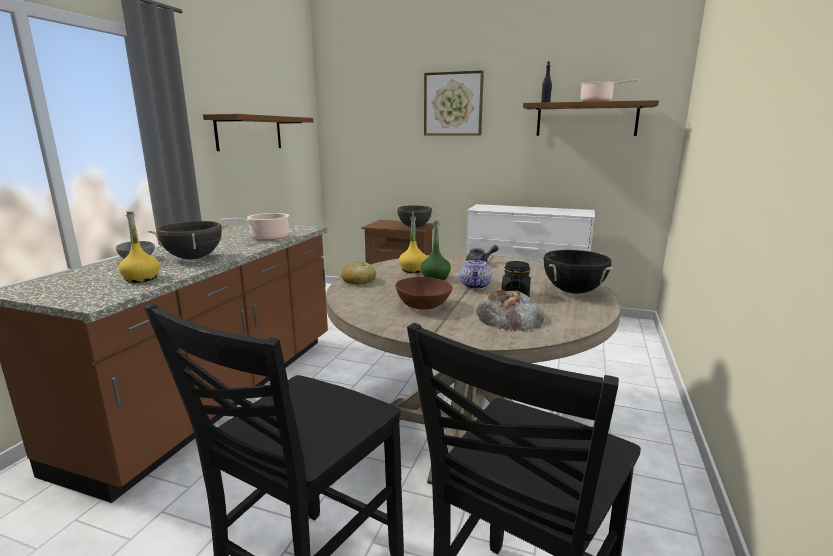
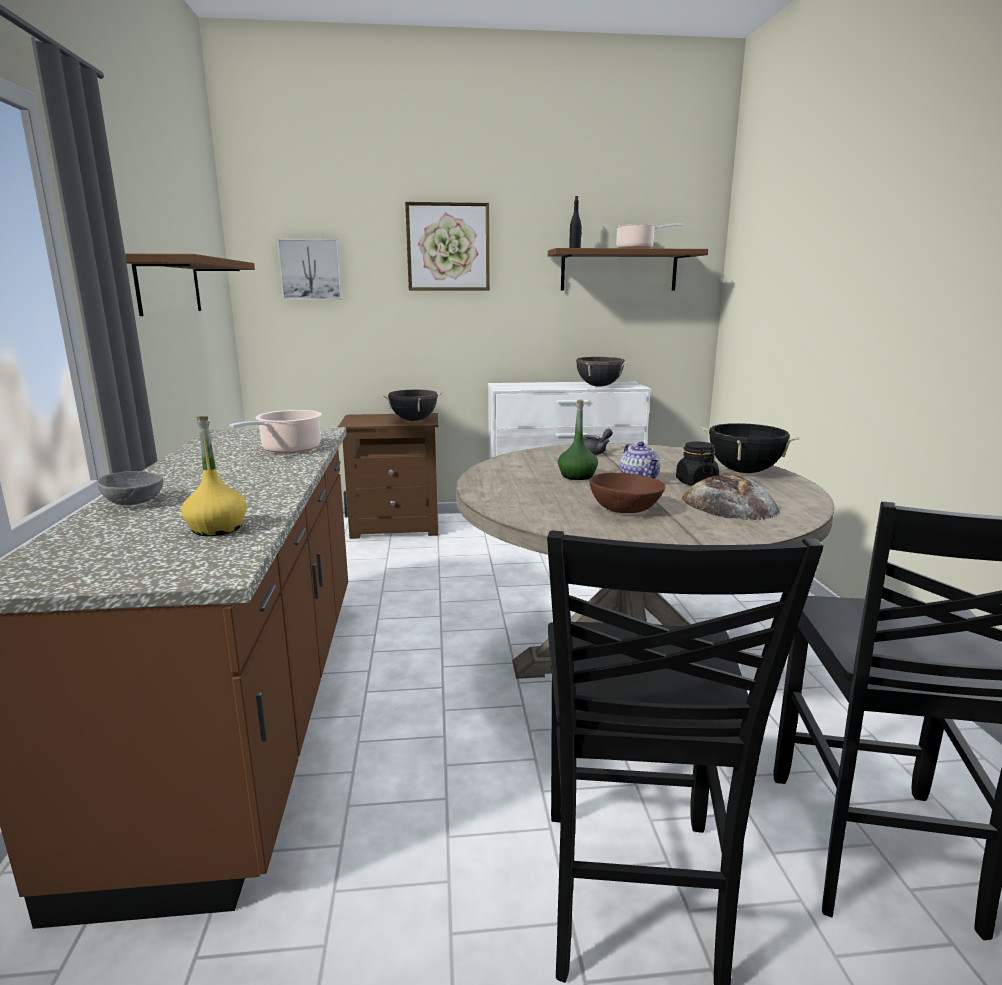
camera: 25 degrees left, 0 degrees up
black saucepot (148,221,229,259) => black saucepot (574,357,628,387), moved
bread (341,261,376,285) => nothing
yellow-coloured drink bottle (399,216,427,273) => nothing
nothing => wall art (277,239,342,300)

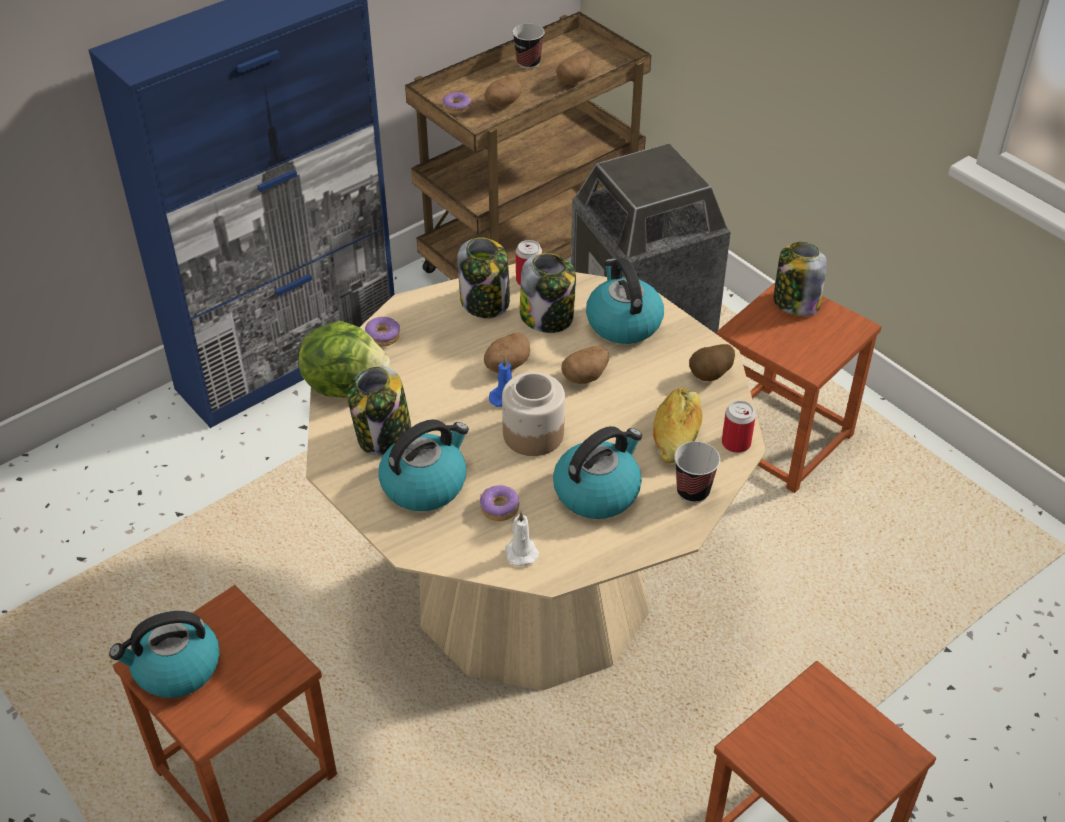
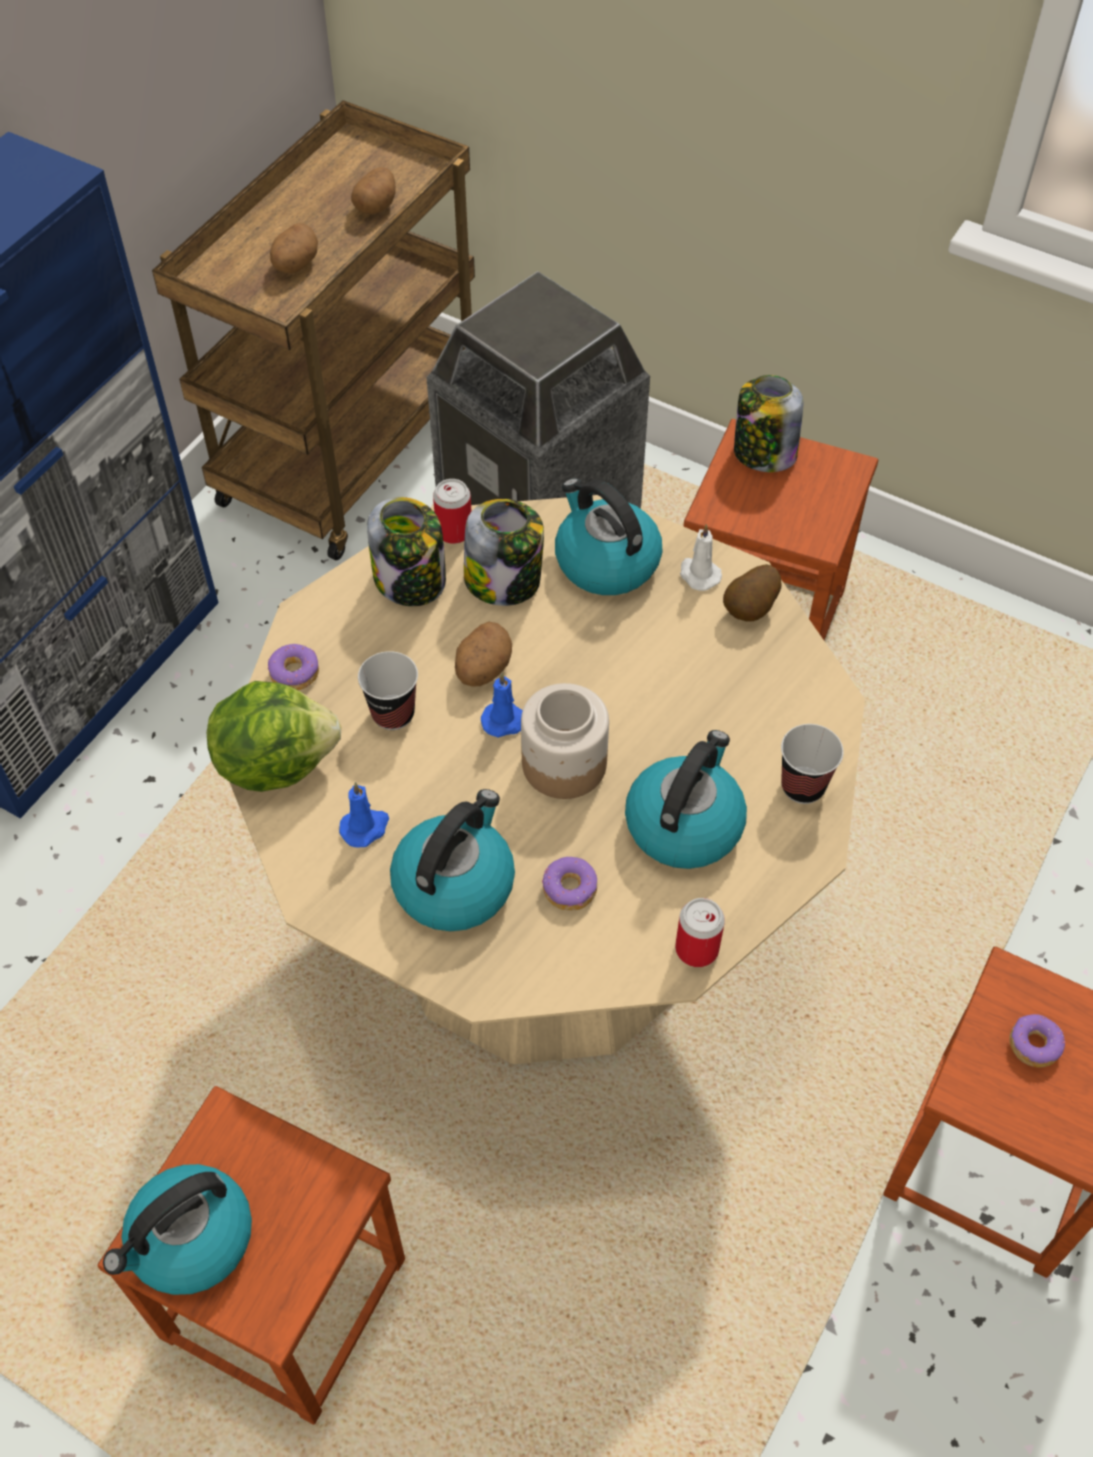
camera: 20 degrees left, 10 degrees up
storage jar (347,367,411,455) => blue-coloured wax candle (339,782,389,848)
donut (442,92,471,114) => donut (1009,1014,1065,1068), moved
white-coloured wax candle (505,511,539,566) => white-coloured wax candle (680,524,722,591), moved
drinking cup (512,23,545,69) => drinking cup (358,651,418,730), moved
spud (562,346,609,384) => nothing
bread (653,387,702,464) => nothing
can (722,401,756,453) => can (675,898,725,967), moved

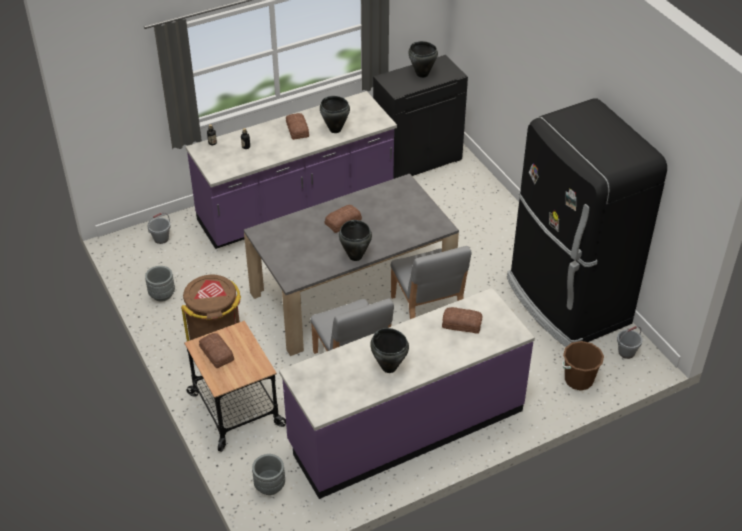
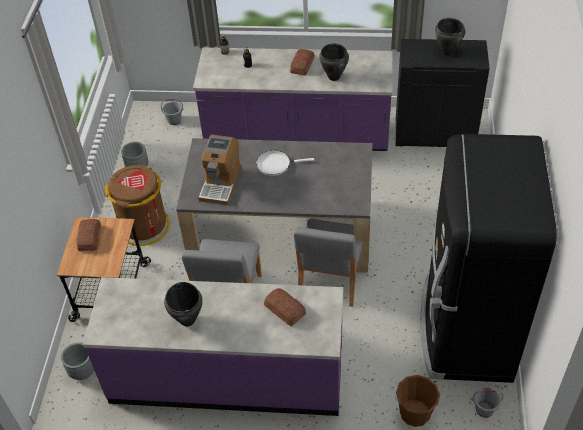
camera: 35 degrees right, 5 degrees up
bread (325,205,362,233) => white-coloured pan (256,151,314,176)
black saucepot (339,220,372,261) => nothing
nothing => coffee brewer (198,135,241,205)

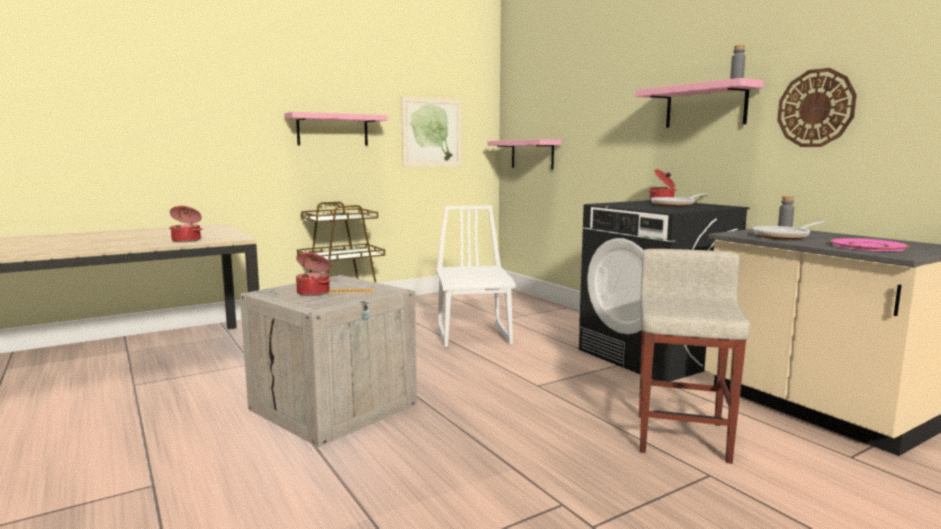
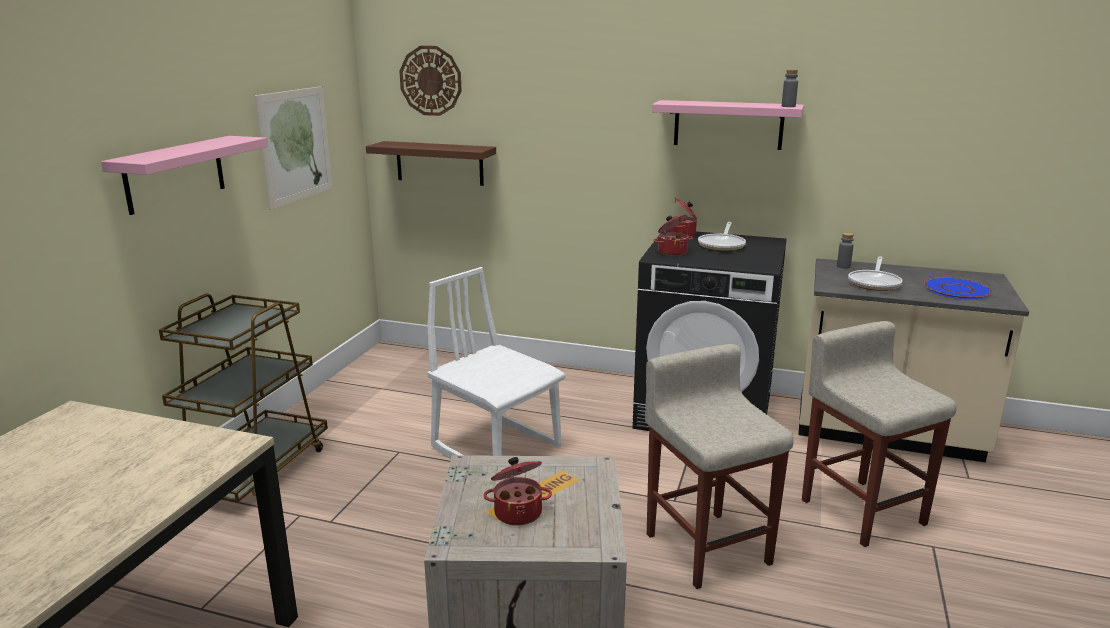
camera: 40 degrees left, 10 degrees up
saucepot (169,206,202,242) => saucepot (653,214,693,256), moved
pink wall shelf (488,140,561,169) => brownish wall shelf (366,141,496,186)
hanging clock (777,68,857,147) => hanging clock (399,46,462,116), moved
pink dinner plate (829,238,910,251) => blue-coloured dinner plate (924,277,992,299)
nothing => sand-coloured sitting stool (645,344,794,589)

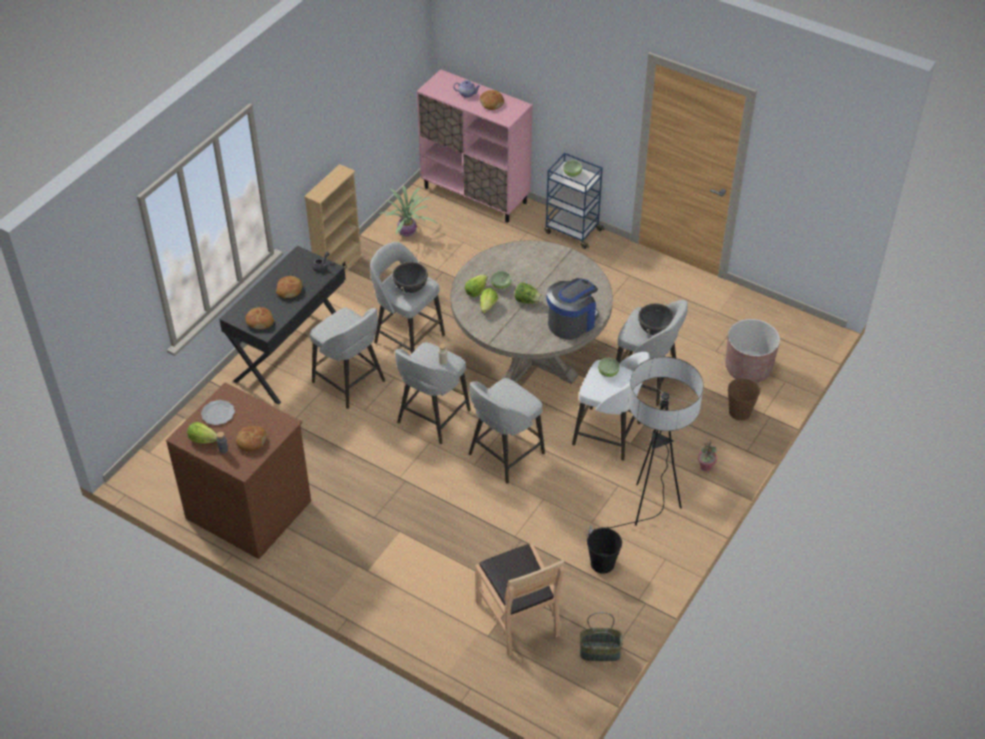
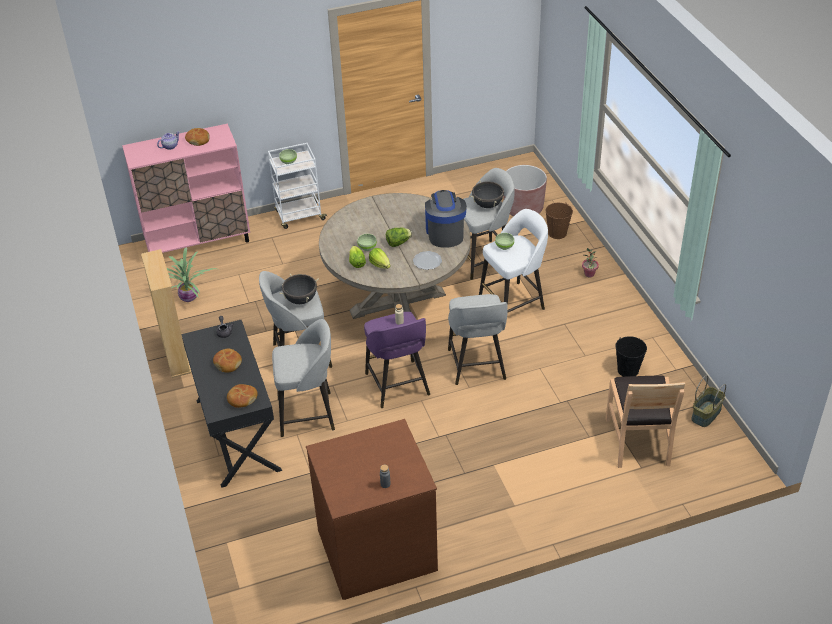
camera: 50 degrees left, 5 degrees down
head of lettuce (187,422,217,444) => nothing
dinner plate (201,400,235,425) => dinner plate (413,251,442,270), moved
bread (236,426,267,451) => nothing
gray sitting stool (395,342,471,444) => purple-coloured sitting stool (364,312,430,408)
brownish chair (475,544,565,656) => brownish chair (605,376,685,468), 75 degrees clockwise
blue-coloured trolley (544,153,605,249) => white-coloured trolley (268,143,328,229)
floor lamp (585,357,704,535) => nothing

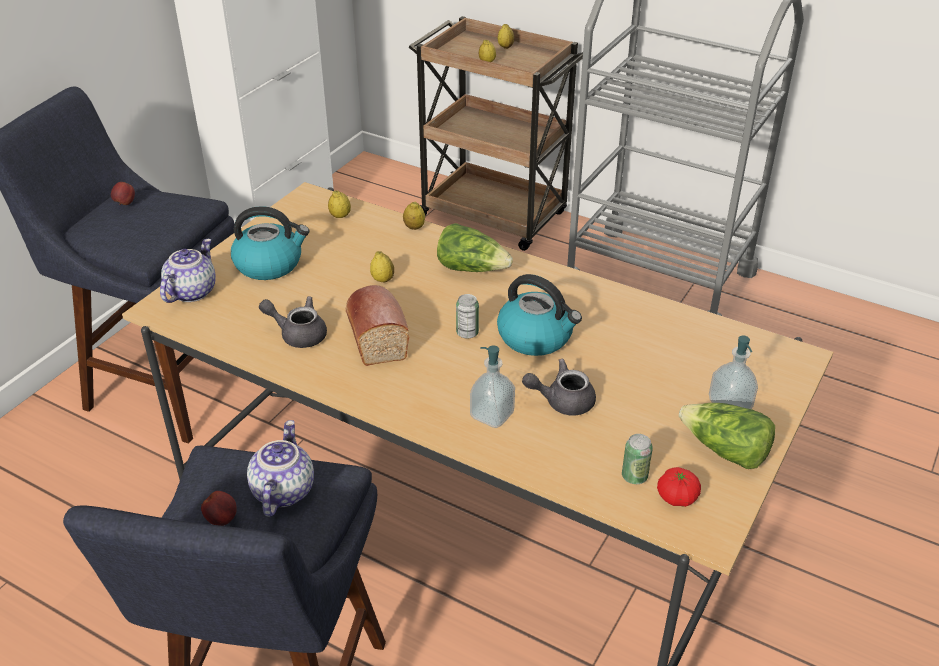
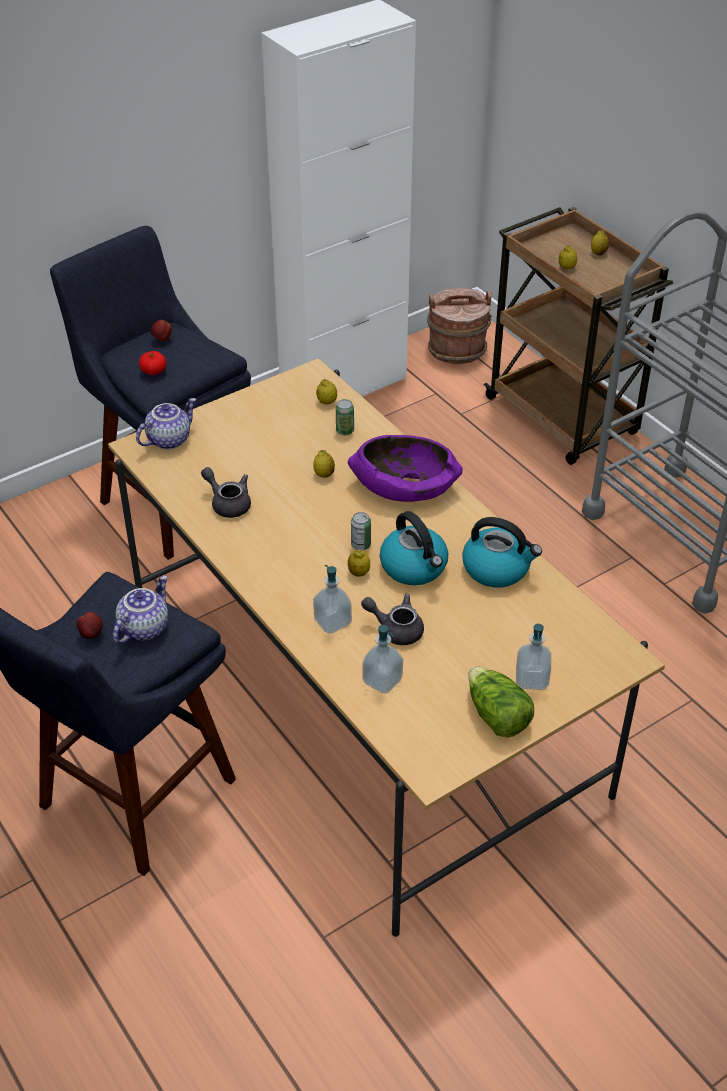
camera: 25 degrees right, 5 degrees up
kettle (231,206,310,280) => kettle (462,517,542,588), moved
bread (346,285,409,366) => nothing
whole lemon (403,202,425,230) => whole lemon (348,550,370,577), moved
head of lettuce (437,223,513,272) => purple-coloured bowl (348,435,463,502)
can (622,434,653,484) => can (336,399,354,435), moved
whole tomato (657,467,701,507) => whole tomato (139,351,166,375), moved
nothing => soap bottle (363,625,403,694)
nothing => brownish bucket (427,288,492,364)

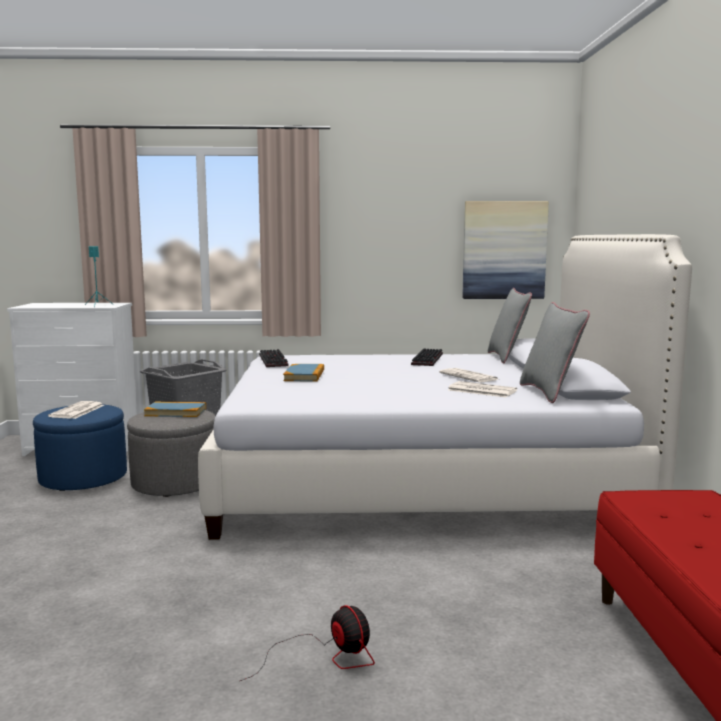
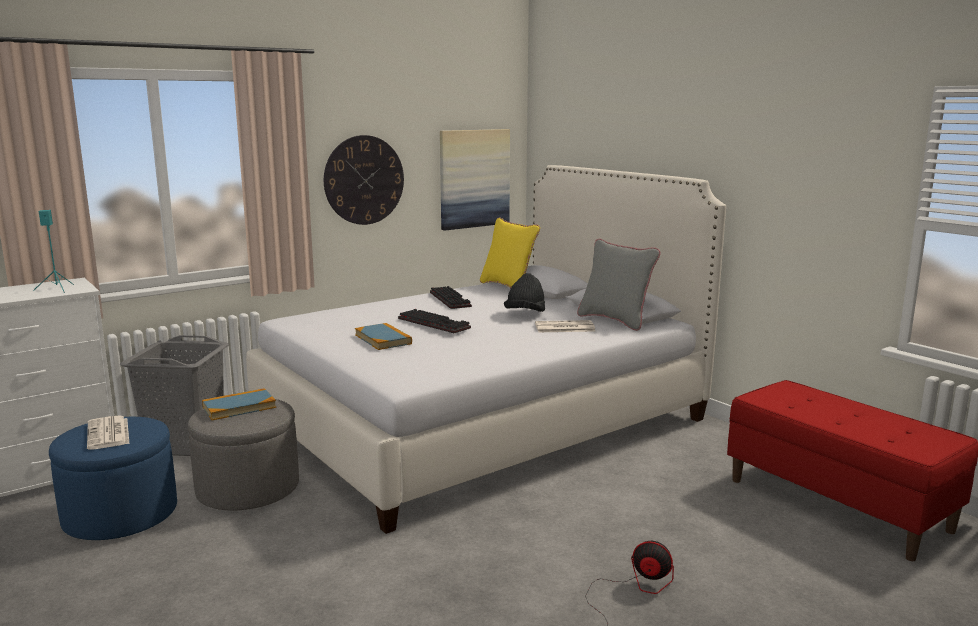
camera: 35 degrees left, 5 degrees up
PC keyboard (259,349,289,367) => PC keyboard (398,309,471,333), moved
daily paper (439,368,499,382) => black clothing hat (504,273,545,312)
gray throw pillow (488,288,532,364) => yellow-coloured throw pillow (480,217,540,288)
nothing => hanging clock (324,135,404,225)

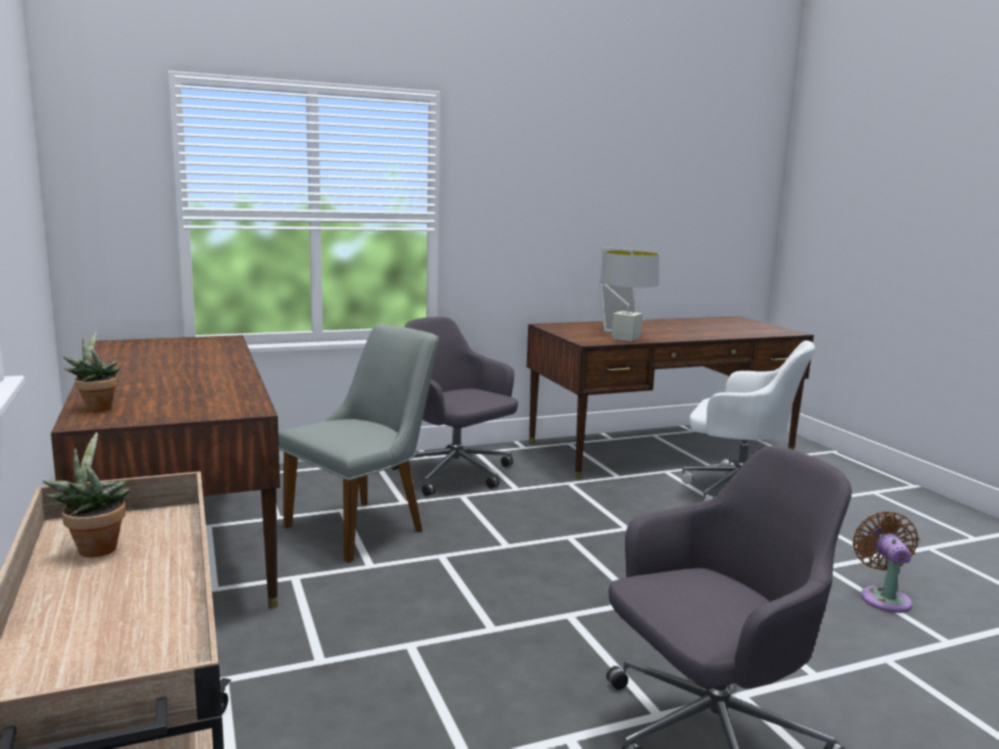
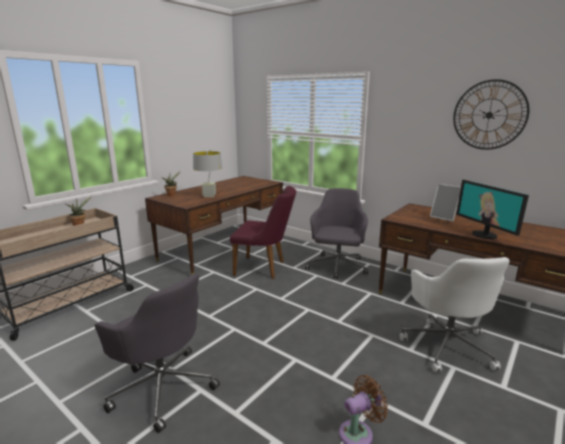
camera: 60 degrees right, 5 degrees up
gray chair (278,324,439,563) => purple-coloured chair (230,186,296,279)
gray table lamp (600,247,659,342) => gray table lamp (193,149,222,197), moved
nothing => hanging clock (453,79,529,150)
nothing => computer screen (456,180,529,239)

